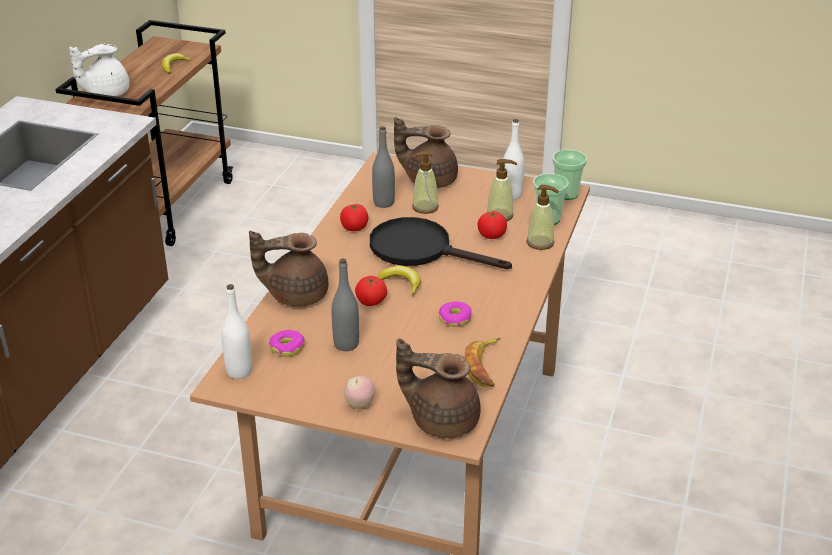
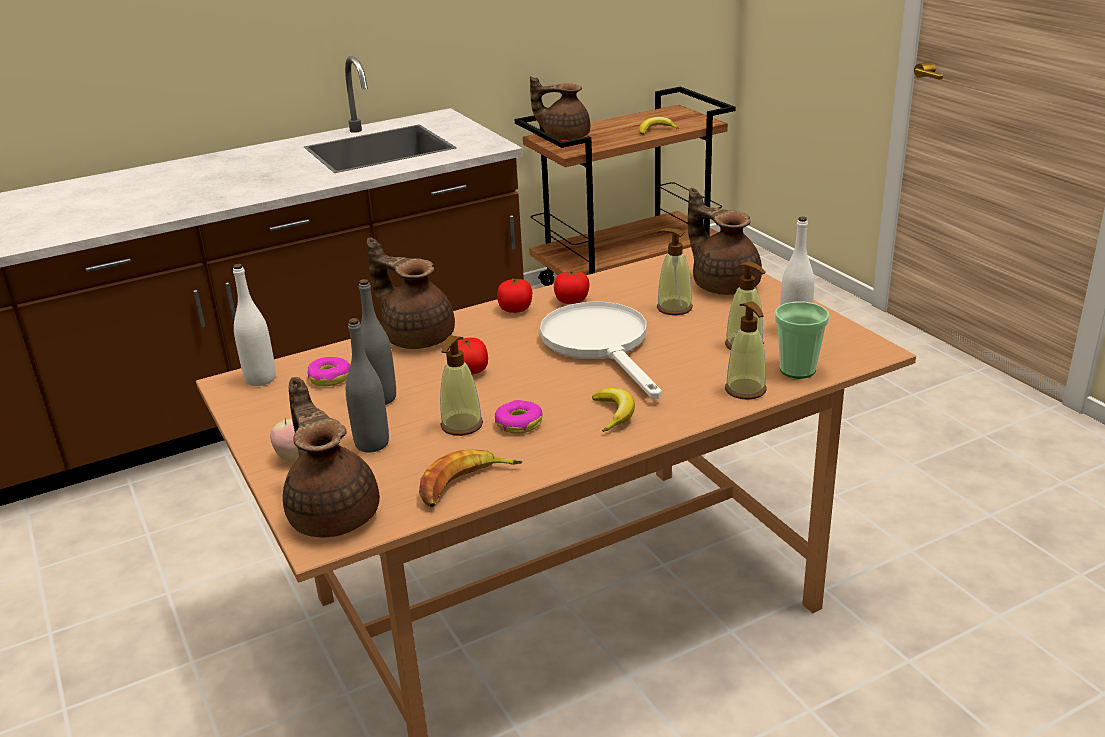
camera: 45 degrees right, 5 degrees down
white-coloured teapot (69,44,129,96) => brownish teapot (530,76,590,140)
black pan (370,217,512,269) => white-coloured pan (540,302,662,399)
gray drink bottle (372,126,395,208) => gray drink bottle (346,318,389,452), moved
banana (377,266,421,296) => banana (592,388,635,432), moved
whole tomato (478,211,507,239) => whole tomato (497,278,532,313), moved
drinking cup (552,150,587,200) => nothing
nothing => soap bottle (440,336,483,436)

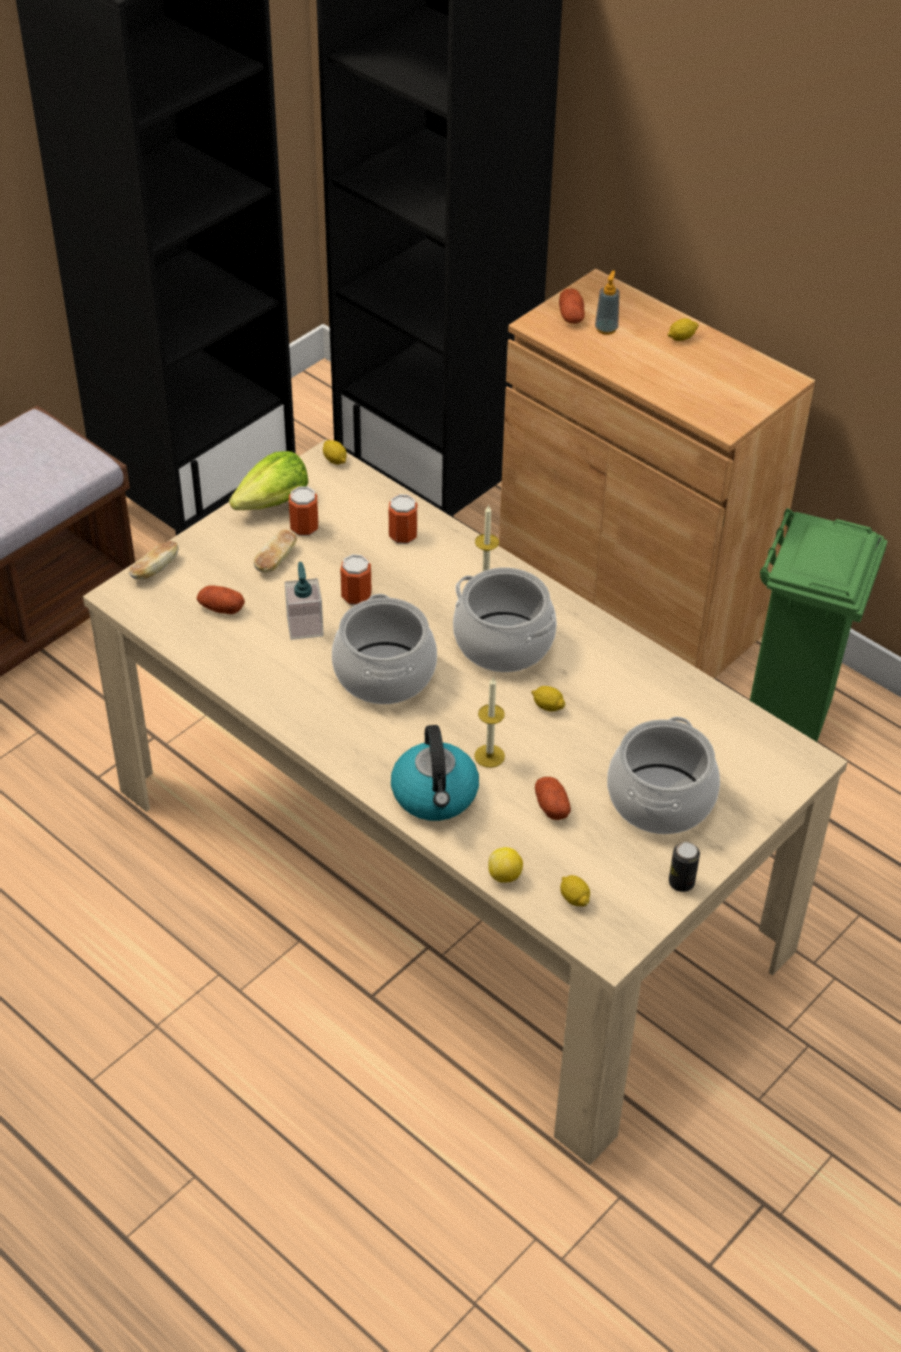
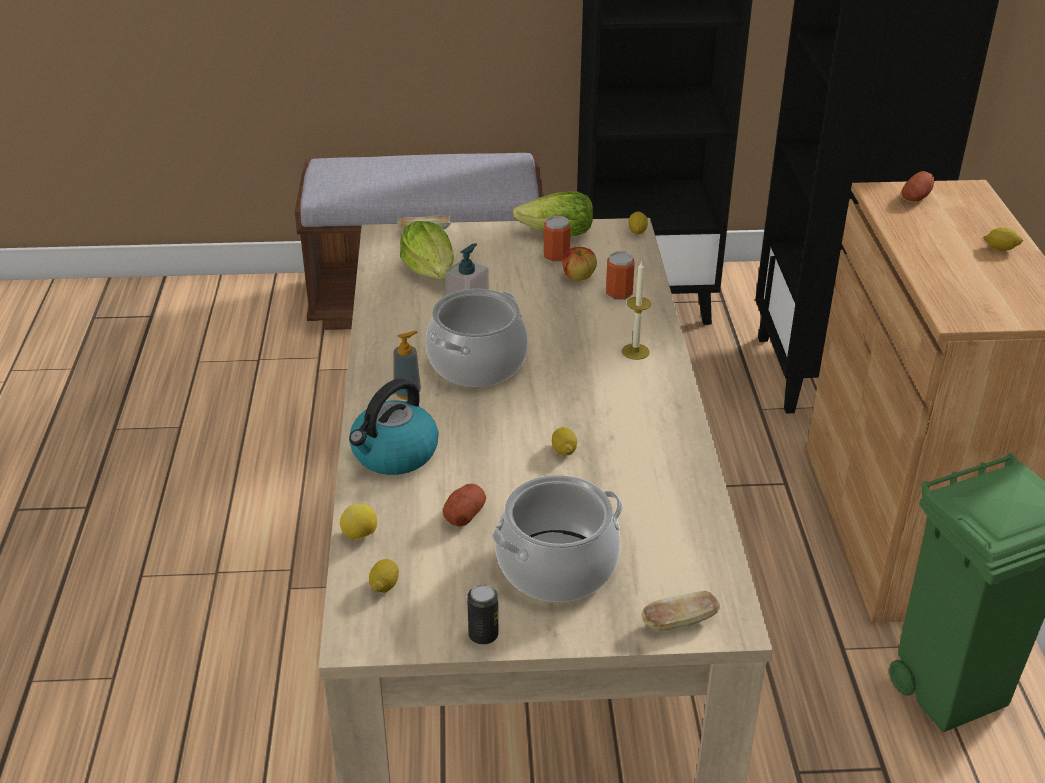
camera: 45 degrees right, 10 degrees down
spud (196,586,245,614) => head of lettuce (400,221,454,279)
bread (254,530,297,573) => bread (641,591,720,631), moved
can (340,554,372,605) => nothing
saucepot (453,567,557,672) => nothing
wax candle (474,677,505,768) => nothing
soap bottle (595,270,620,335) => soap bottle (393,331,421,400), moved
nothing => apple (563,247,597,281)

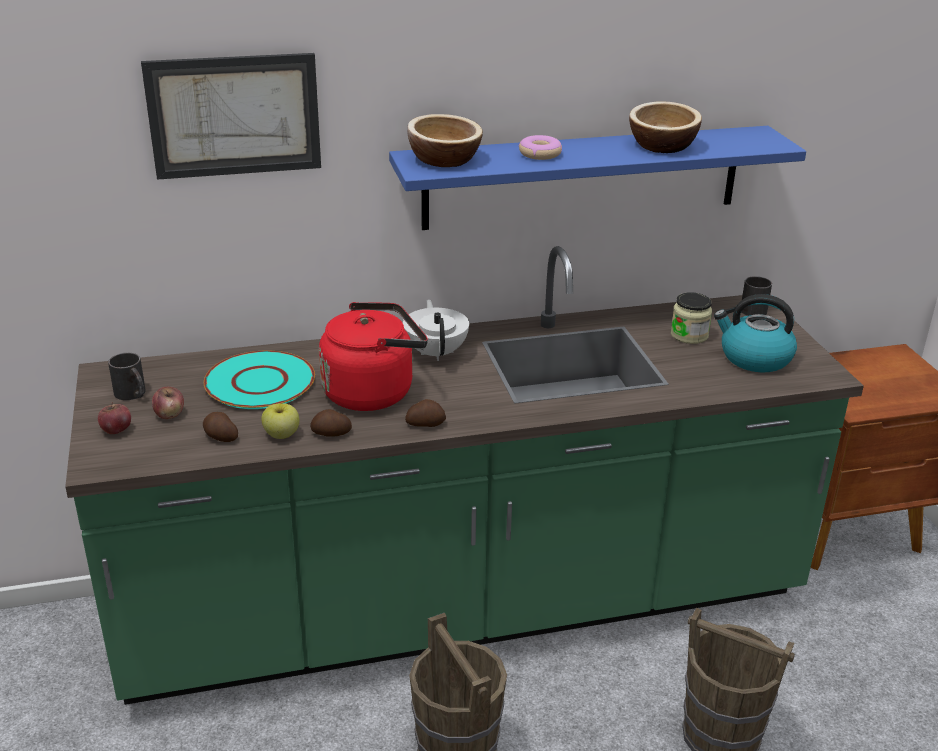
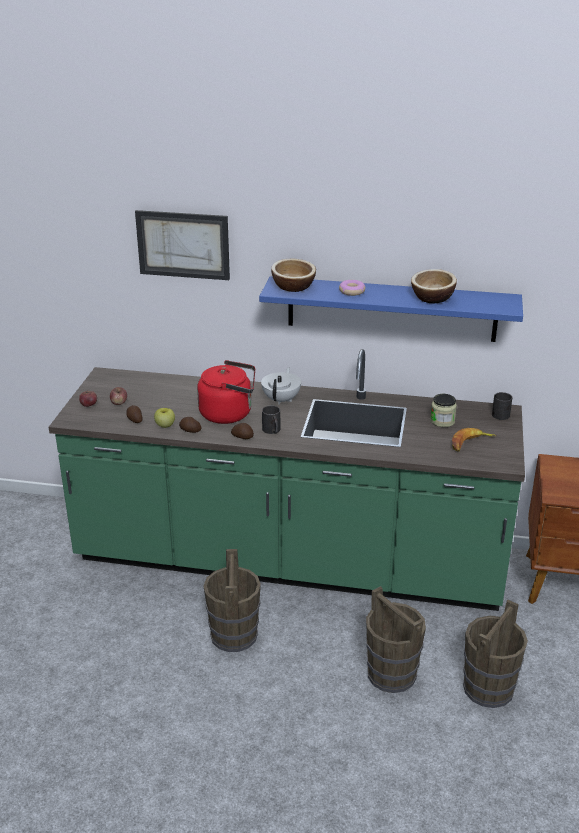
camera: 25 degrees right, 0 degrees up
black mug (108,353,146,400) => black mug (262,405,280,434), moved
turquoise-coloured dinner plate (204,351,315,409) => nothing
kettle (714,294,797,372) => banana (452,428,496,452)
nothing => brownish bucket (463,599,528,708)

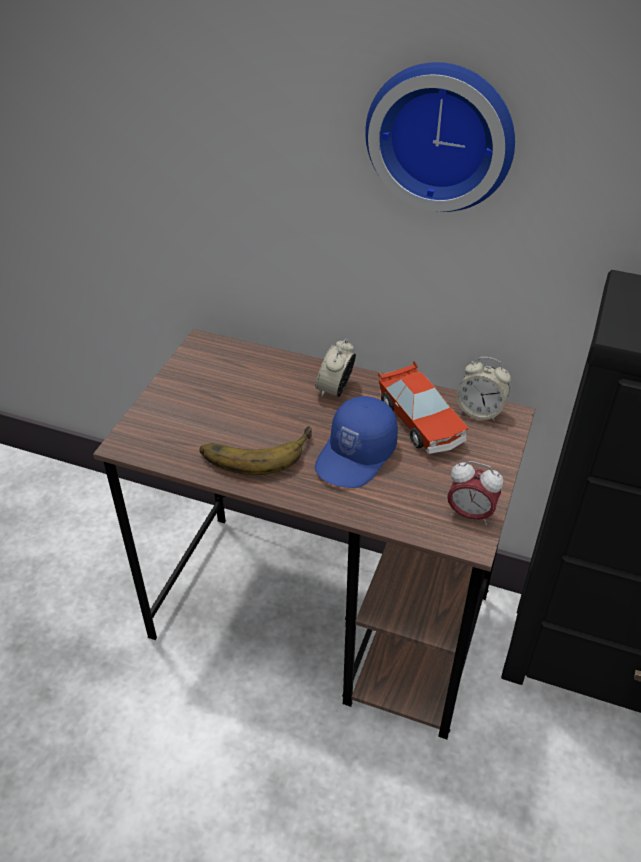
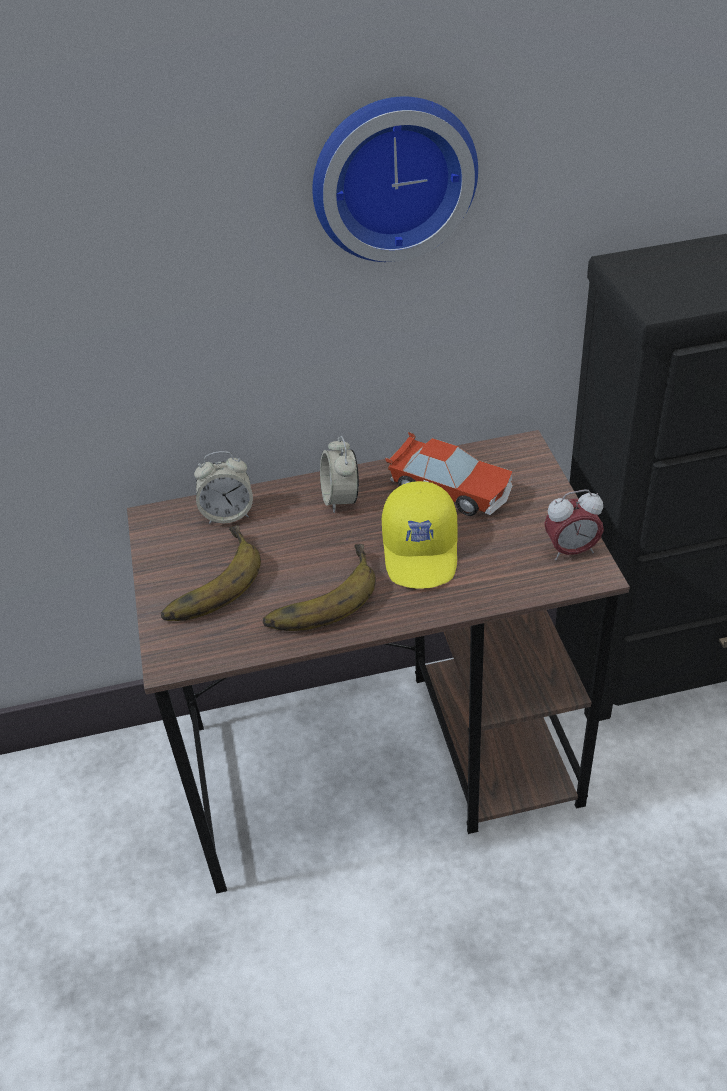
camera: 30 degrees left, 0 degrees up
blue-coloured cap (315,396,398,488) => yellow-coloured cap (382,481,457,589)
alarm clock (456,357,511,421) => alarm clock (194,451,253,524), moved
nothing => banana (161,525,261,621)

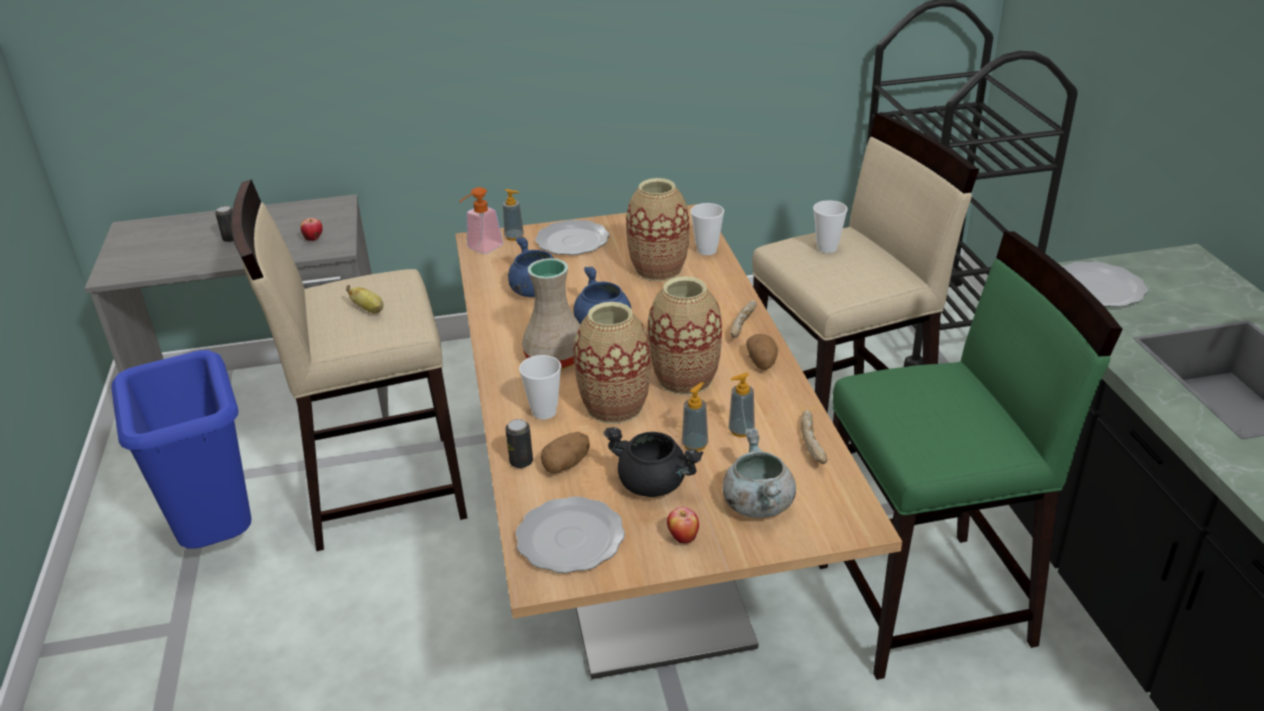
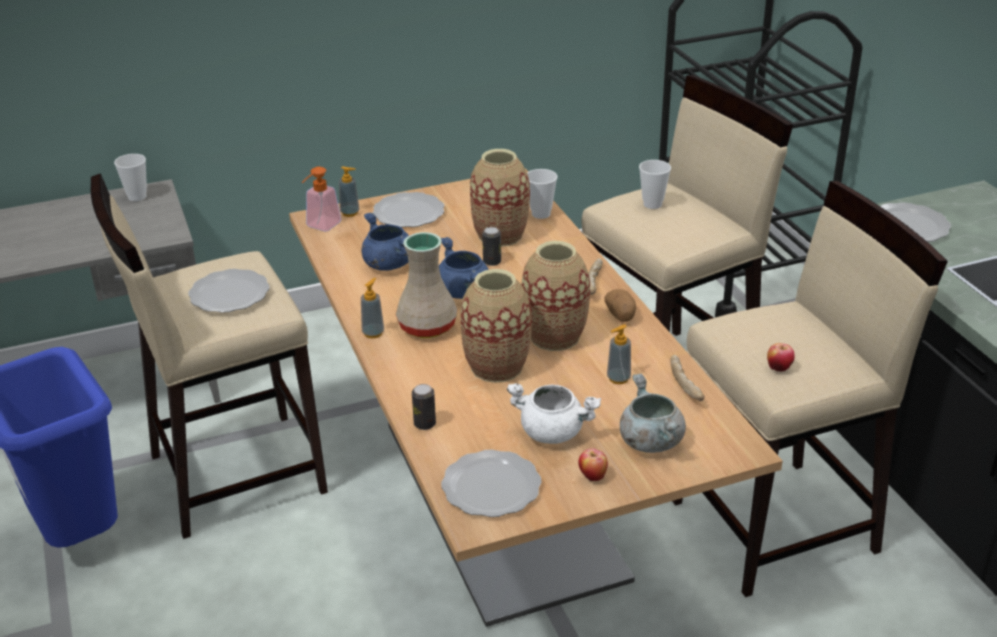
camera: 10 degrees left, 0 degrees up
can (215,206,234,242) => can (482,227,501,266), moved
apple (301,218,323,241) => apple (767,343,795,372), moved
banana (346,285,384,314) => dinner plate (188,269,270,313)
drinking cup (519,355,561,419) => drinking cup (114,154,147,201), moved
spud (541,432,590,473) => nothing
black saucepot (603,427,703,497) => white-coloured saucepot (507,383,601,444)
soap bottle (682,382,708,451) => soap bottle (361,278,384,338), moved
greenish sitting stool (819,231,1123,680) => sand-coloured sitting stool (672,181,948,597)

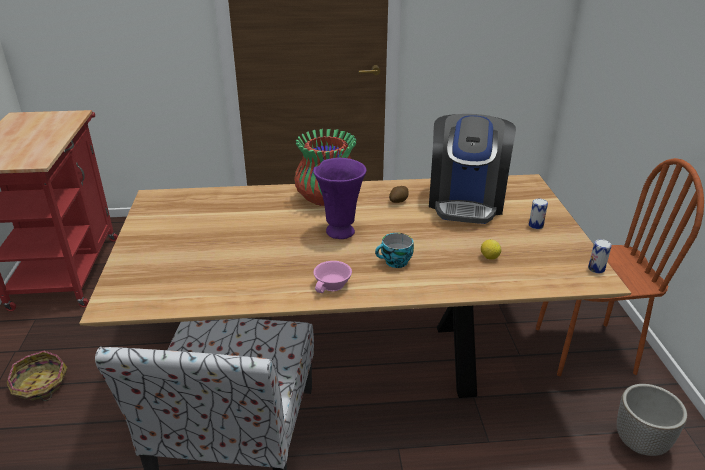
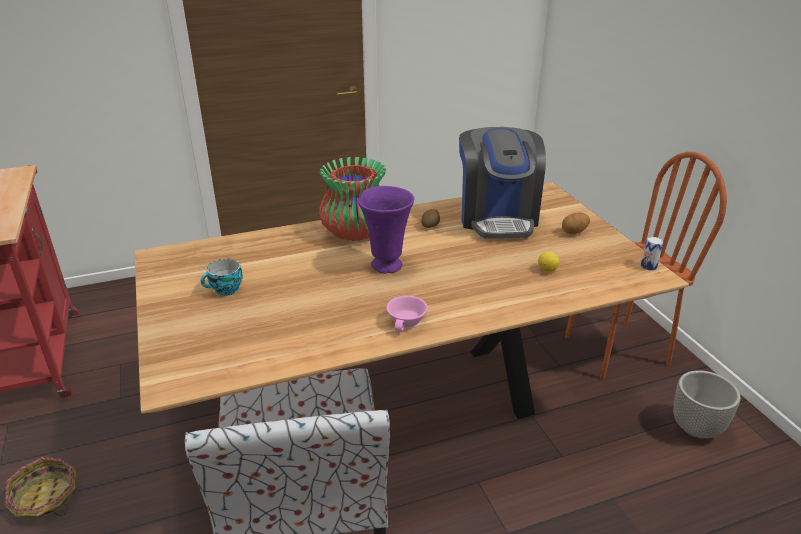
camera: 15 degrees left, 0 degrees up
drinking cup (375,233,414,268) => drinking cup (201,259,243,296), moved
can (529,199,548,229) => spud (562,212,590,235)

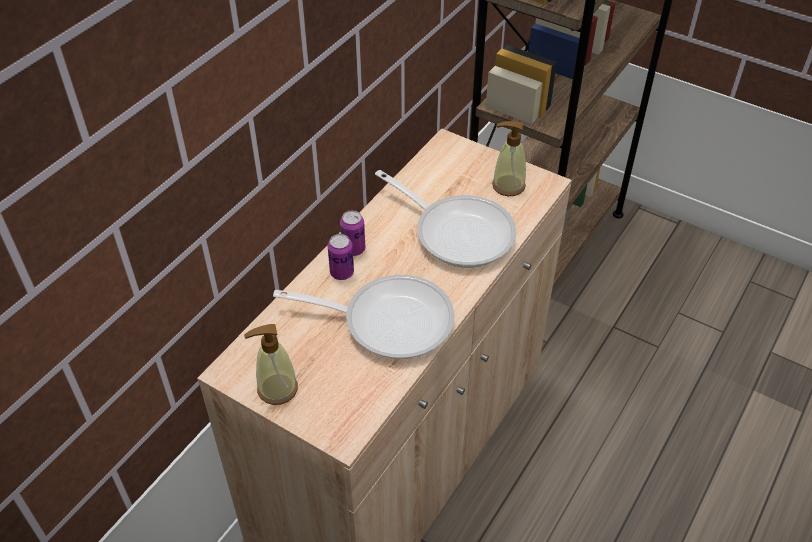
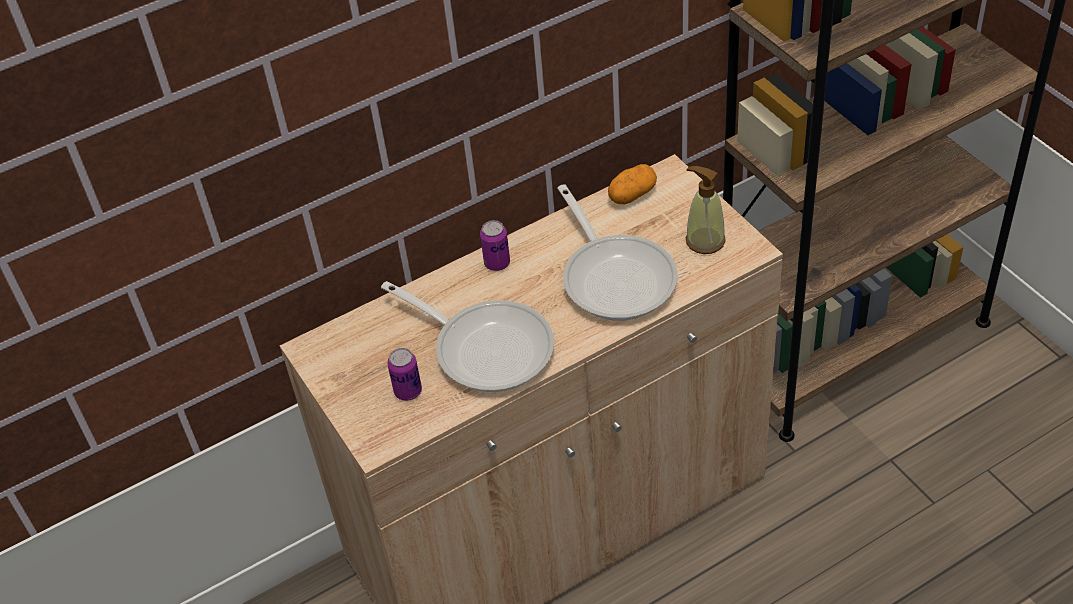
camera: 30 degrees right, 0 degrees up
soap bottle (244,324,298,405) => nothing
can (328,234,354,280) => can (387,348,422,401), moved
nothing => spud (608,164,657,204)

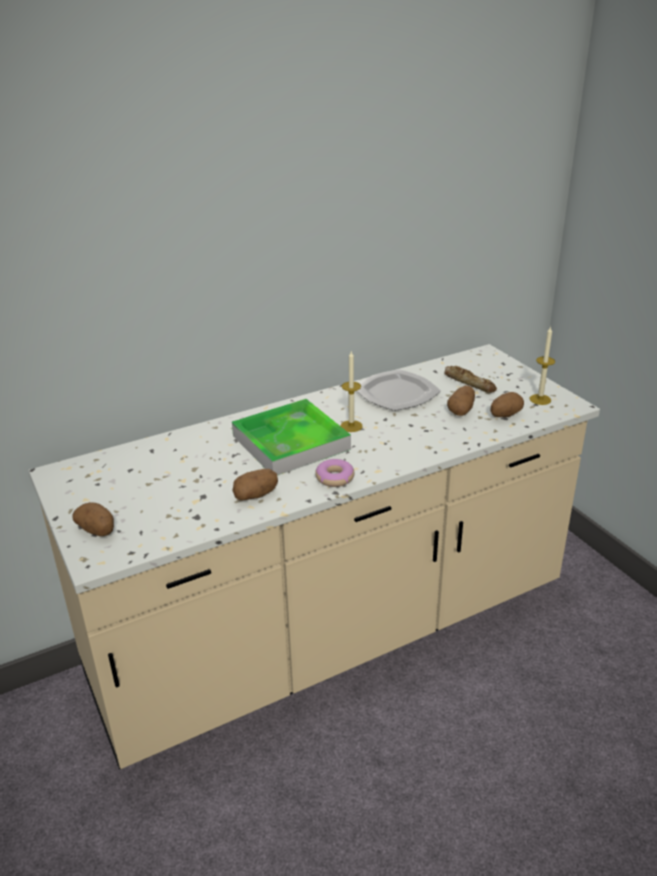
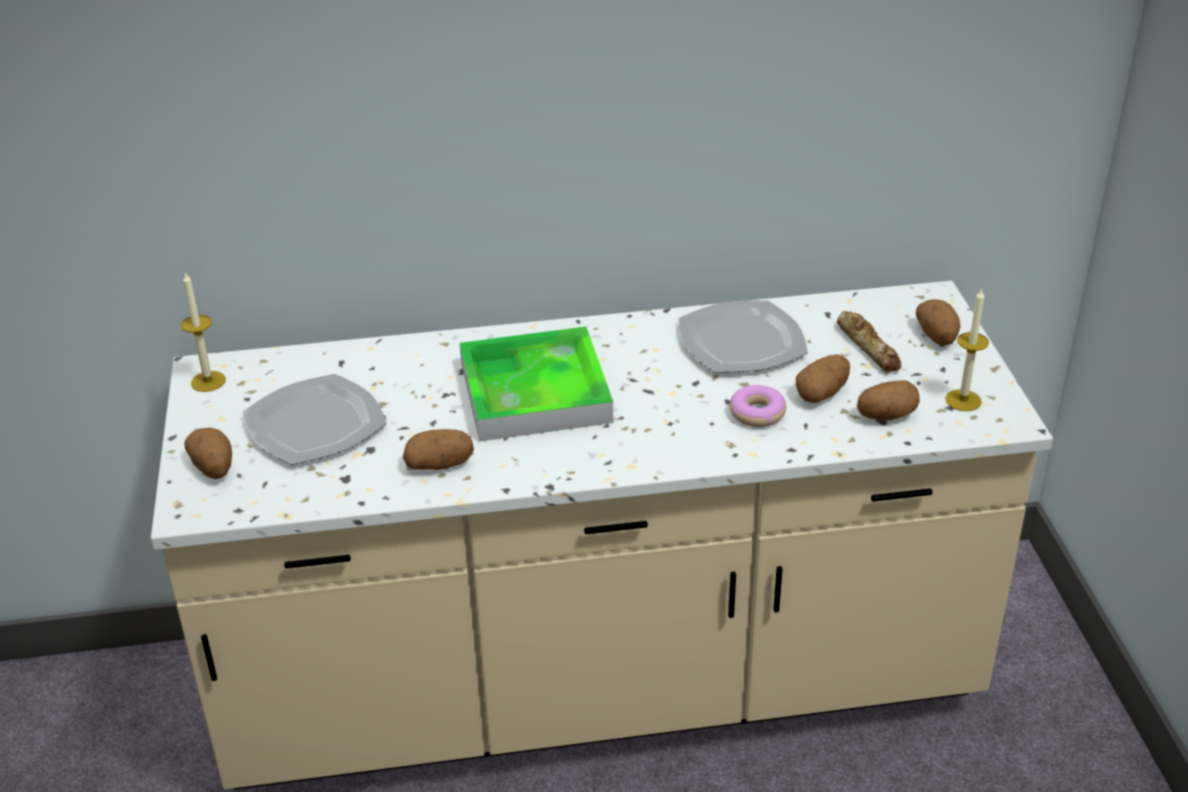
camera: 20 degrees right, 5 degrees up
donut (315,459,355,487) => donut (729,385,786,427), moved
wax candle (340,351,363,432) => wax candle (181,272,226,392), moved
nothing => dinner plate (243,374,387,465)
nothing => spud (916,299,961,345)

